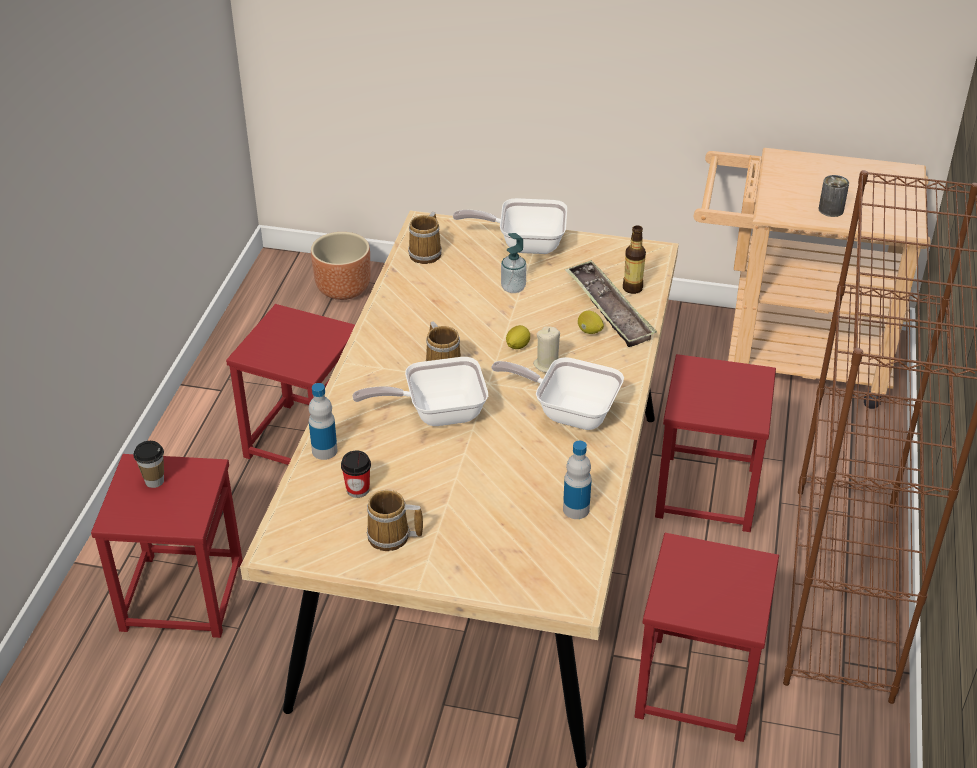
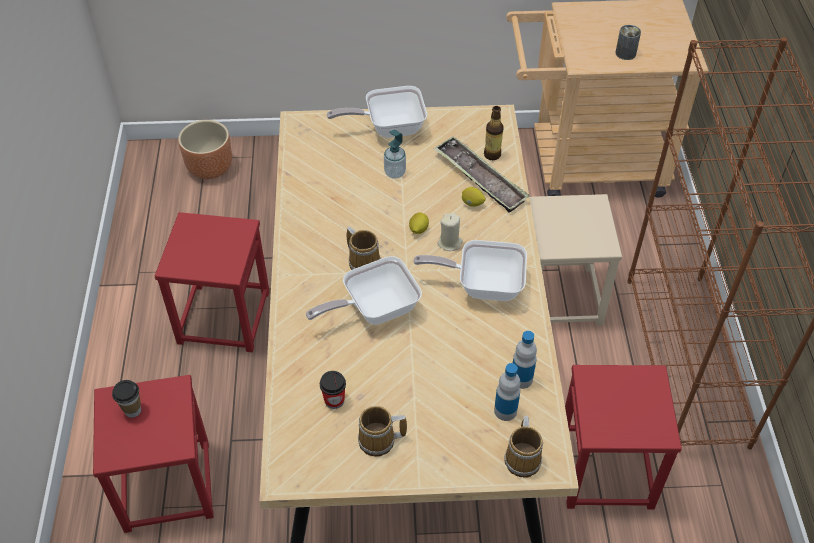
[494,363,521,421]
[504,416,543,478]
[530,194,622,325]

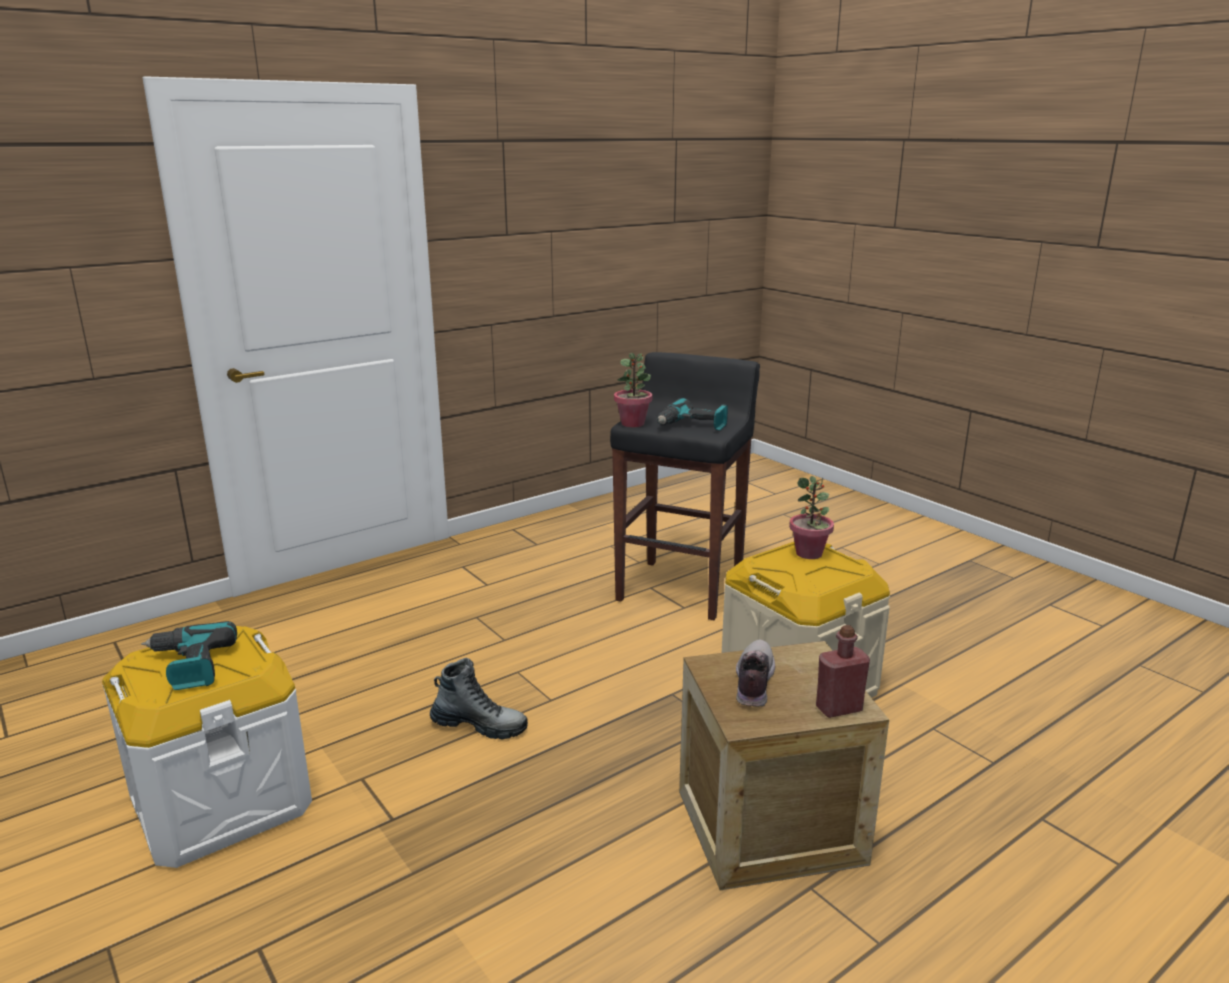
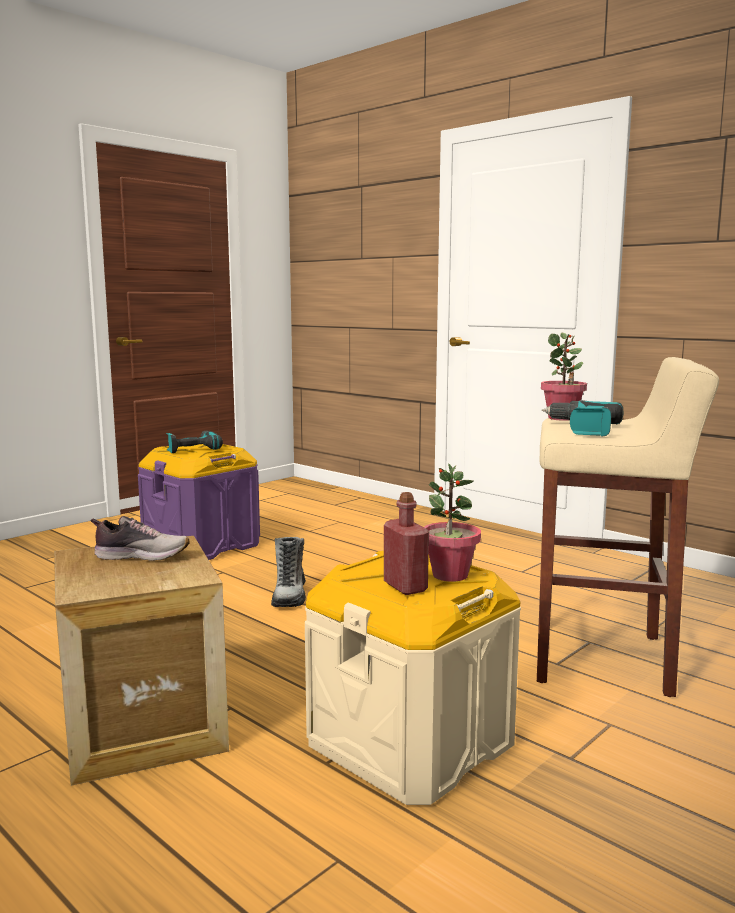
[384,492,429,595]
[138,444,260,560]
[537,357,719,697]

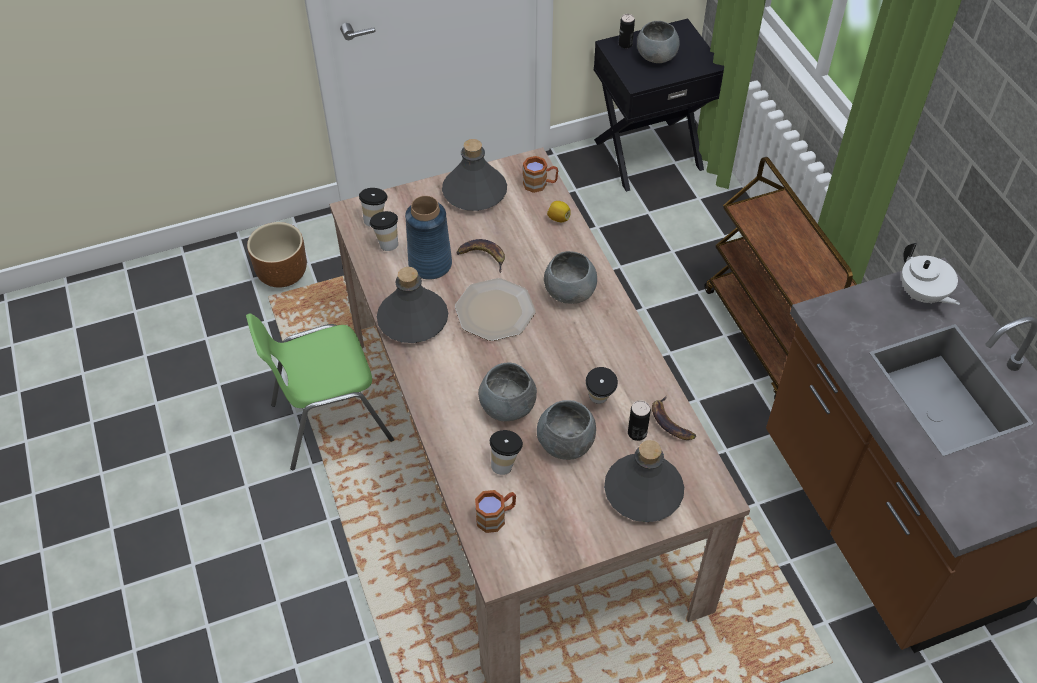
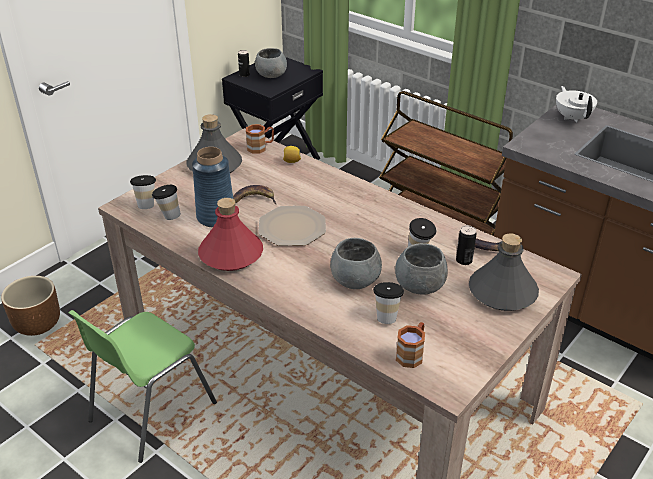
[544,251,597,304] (first image)
[198,198,263,271]
[556,86,597,123]

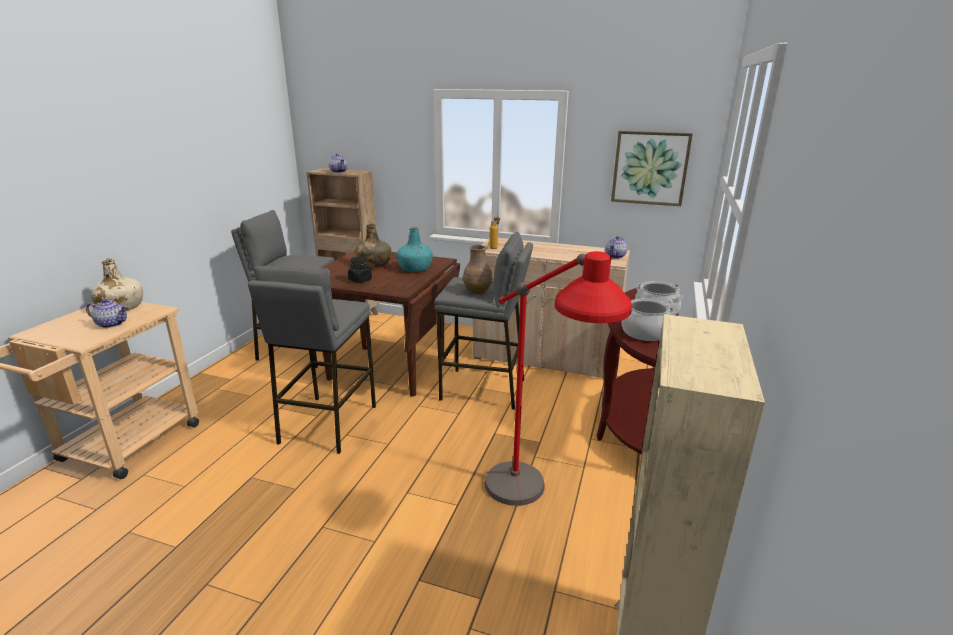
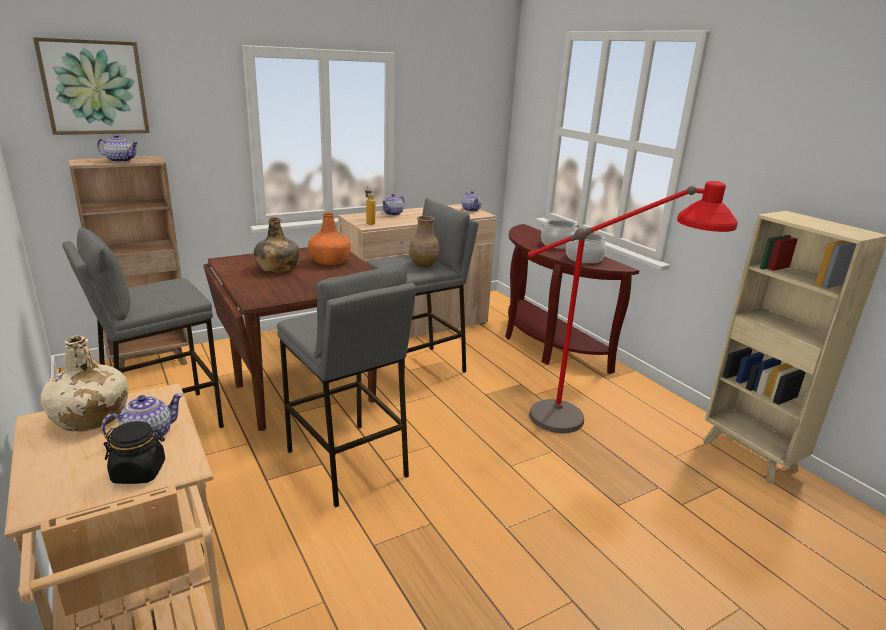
[382,194,405,216]
[103,421,165,484]
[33,37,150,135]
[308,212,351,265]

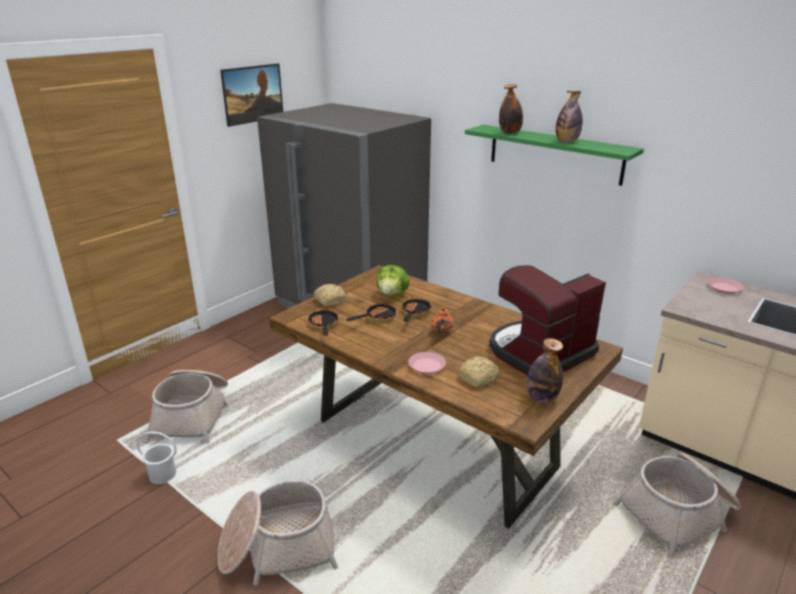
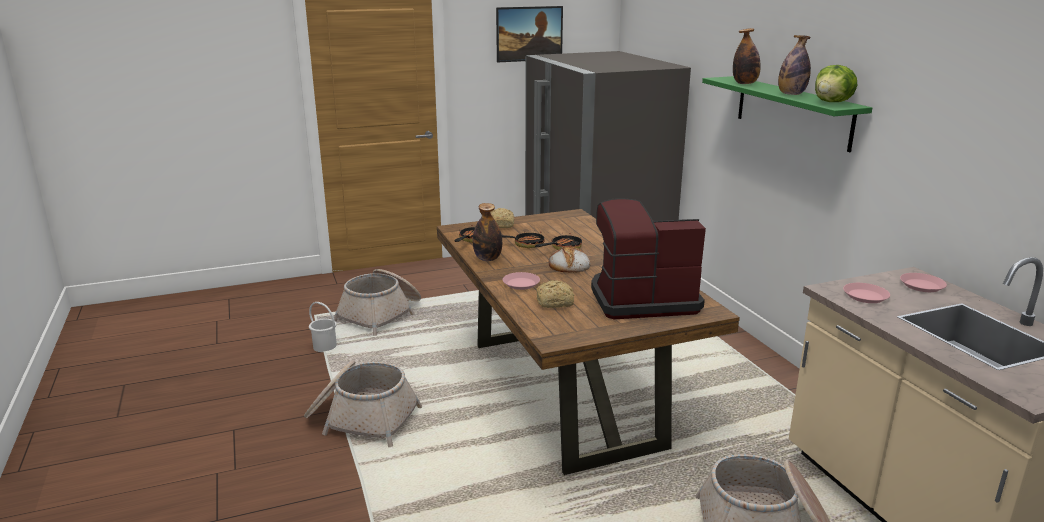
[843,283,890,303]
[815,65,857,102]
[473,203,502,261]
[549,246,591,273]

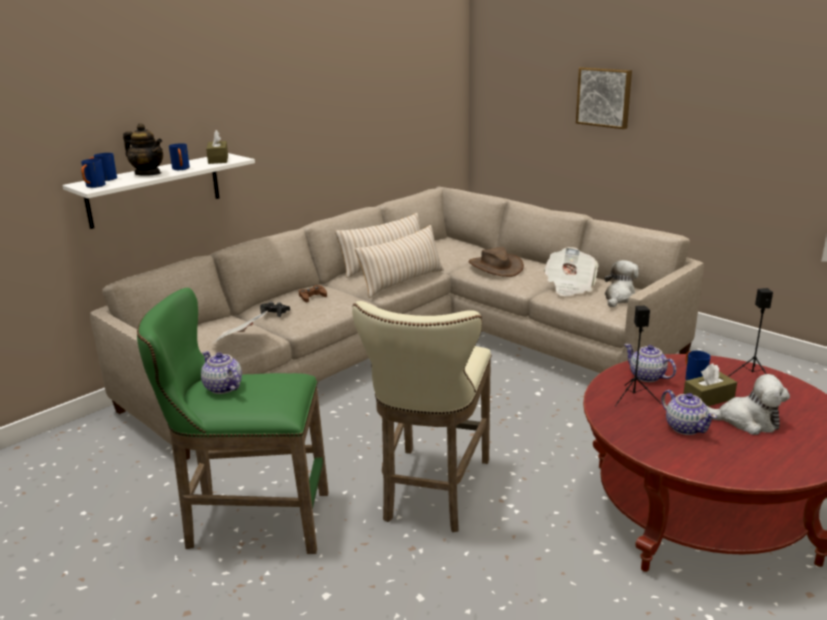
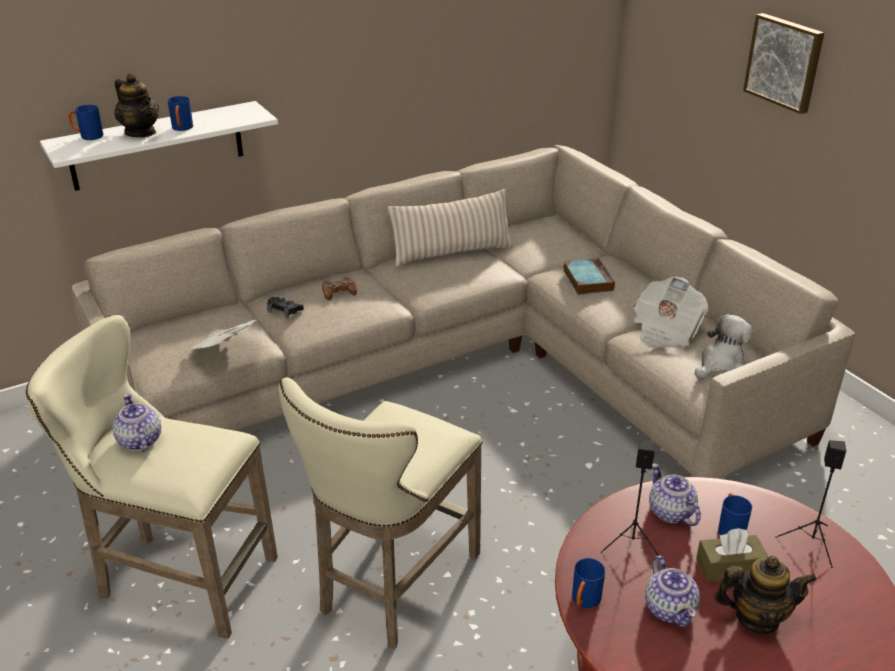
[206,130,228,164] (first image)
[355,225,444,298] (first image)
[572,558,605,608]
[563,258,615,295]
[714,556,817,634]
[26,315,278,639]

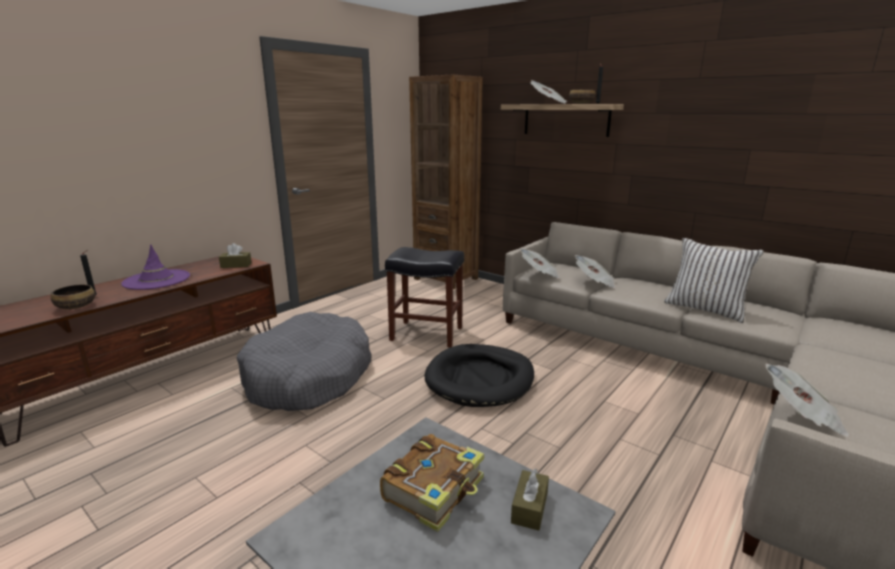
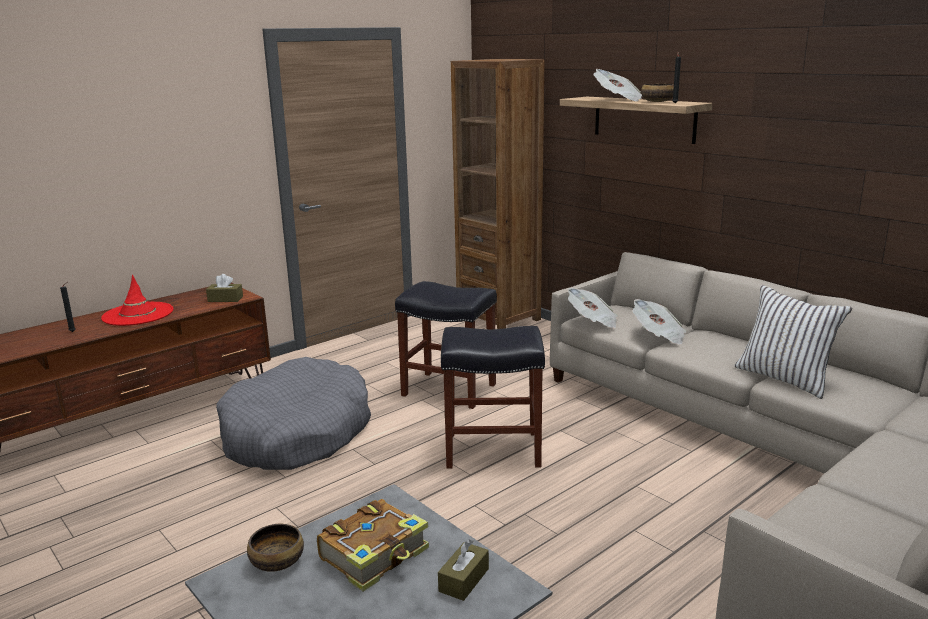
[765,363,850,438] (first image)
[247,524,304,572]
[441,326,545,468]
[101,275,174,326]

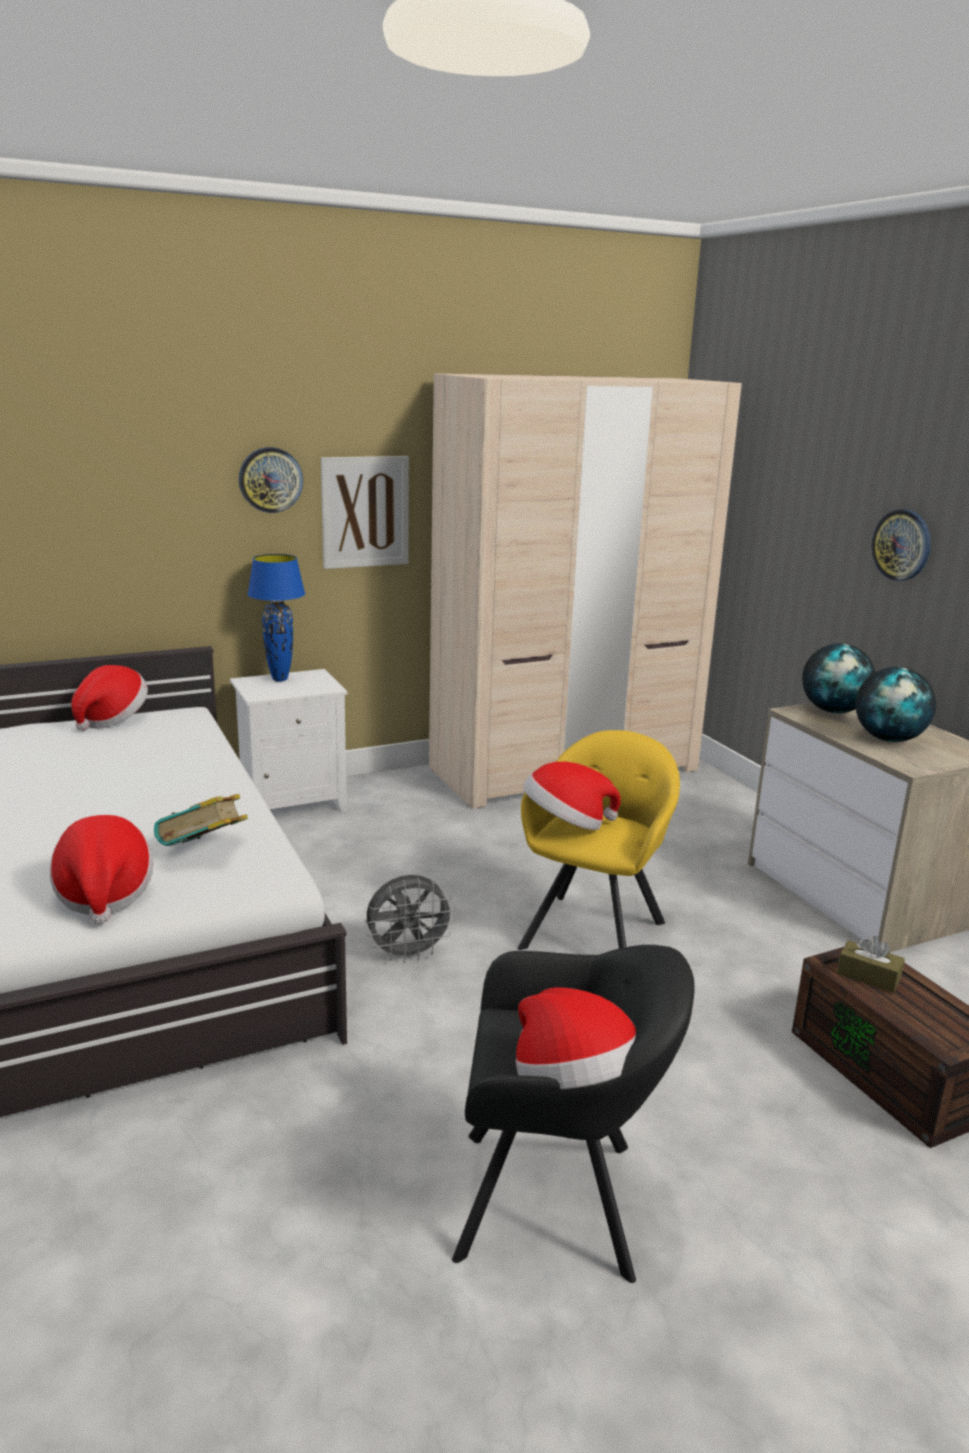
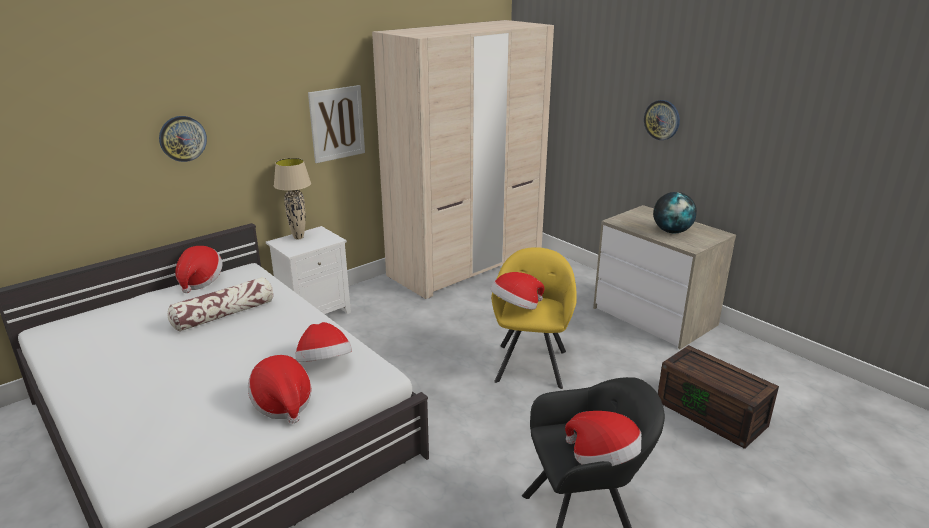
[365,875,456,963] (first image)
[802,643,875,713] (first image)
[837,936,905,993] (first image)
[168,277,273,332]
[159,116,207,162]
[296,322,352,362]
[274,158,311,239]

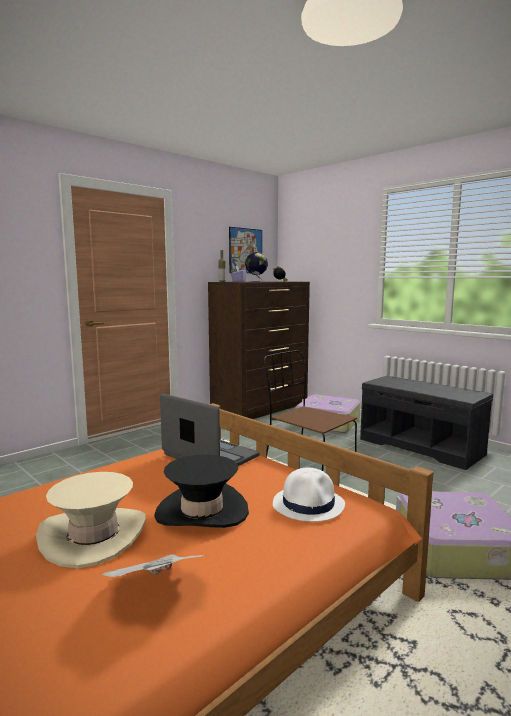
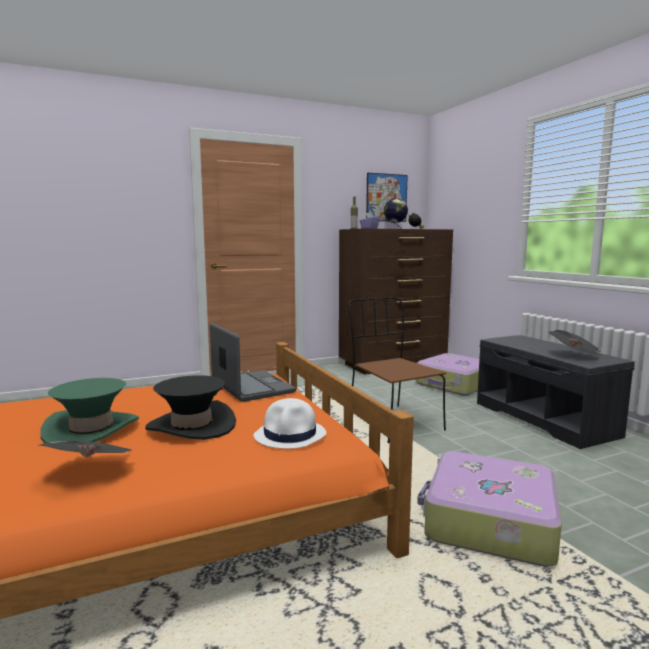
[548,330,601,355]
[41,378,139,443]

